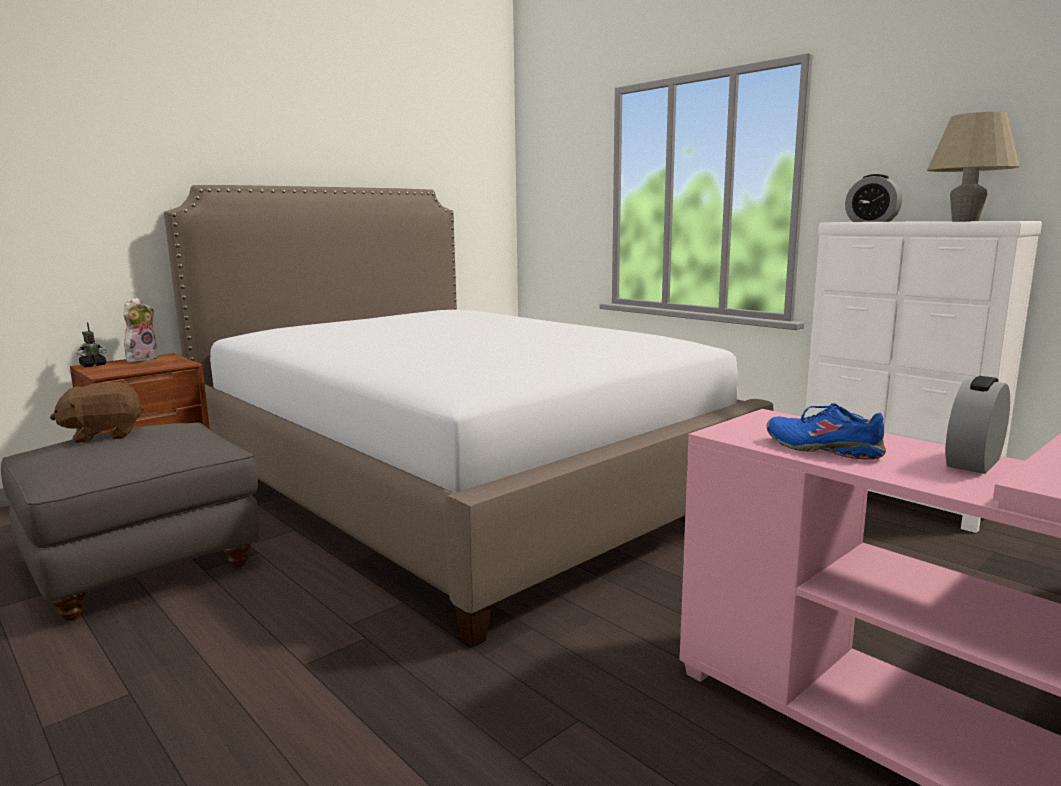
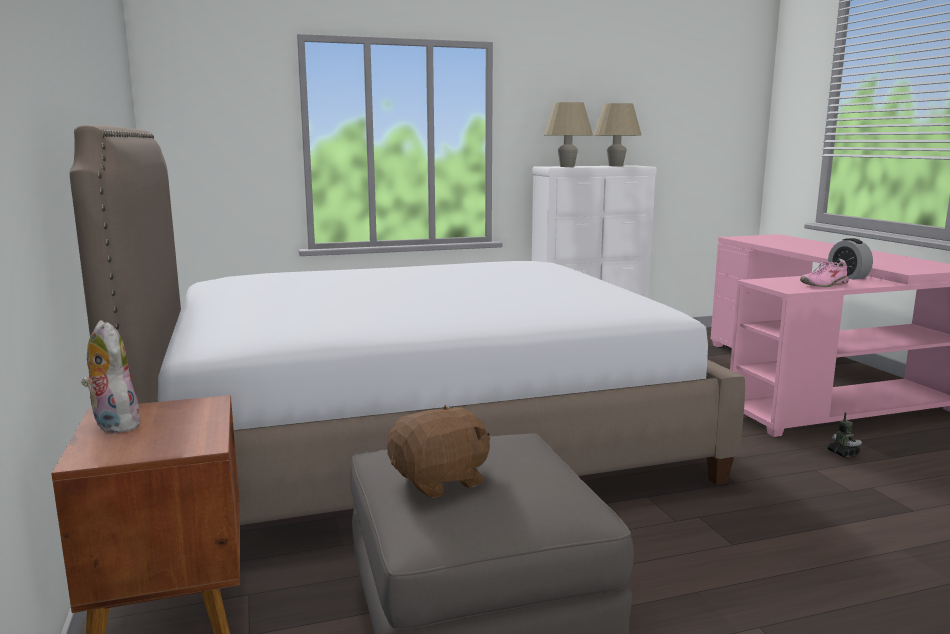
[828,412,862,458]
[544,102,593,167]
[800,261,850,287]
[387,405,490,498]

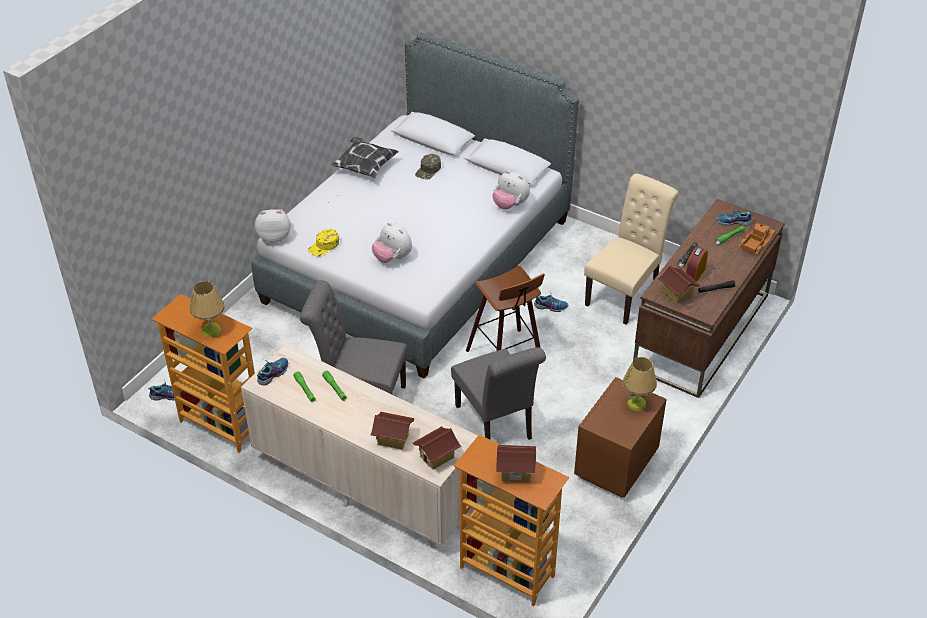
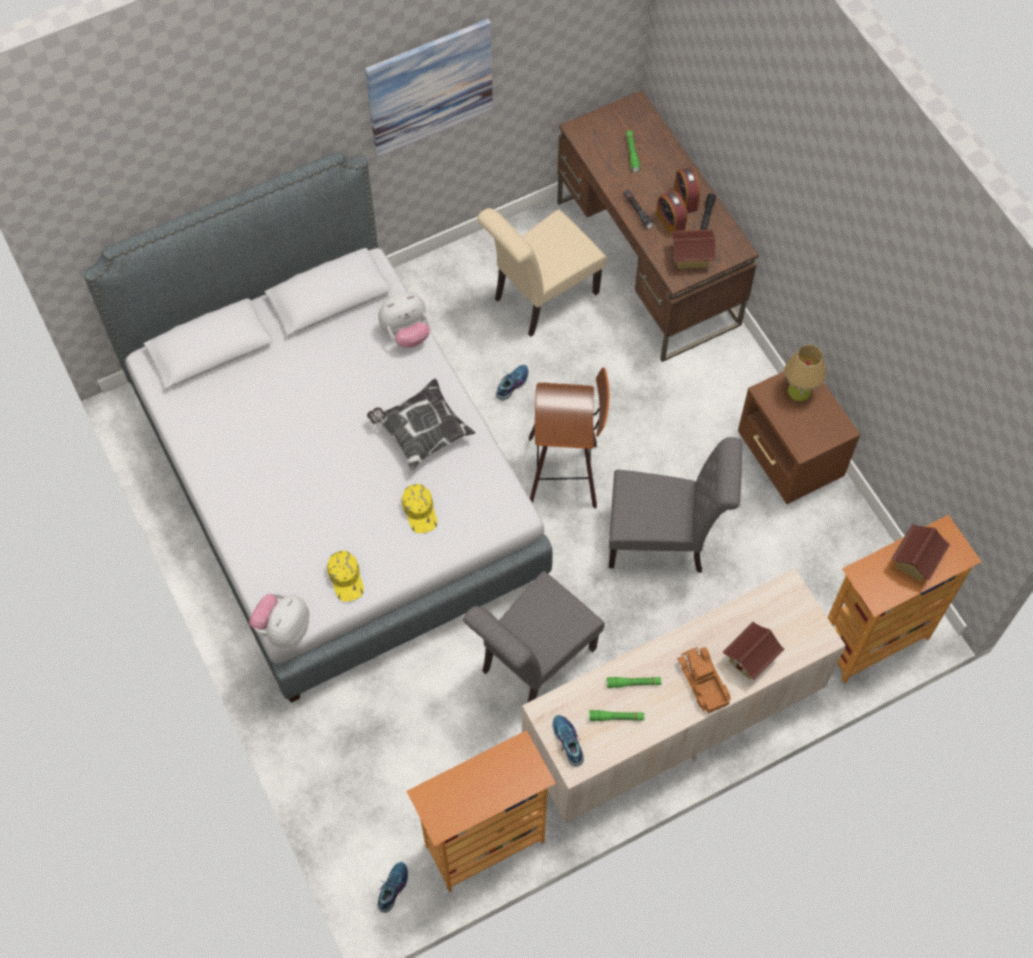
[190,281,225,337] (first image)
[413,426,461,470] (first image)
[415,154,441,180] (first image)
[716,210,753,226] (first image)
[365,19,493,158]
[674,167,700,213]
[367,378,476,470]
[677,647,731,713]
[402,484,438,533]
[477,208,607,337]

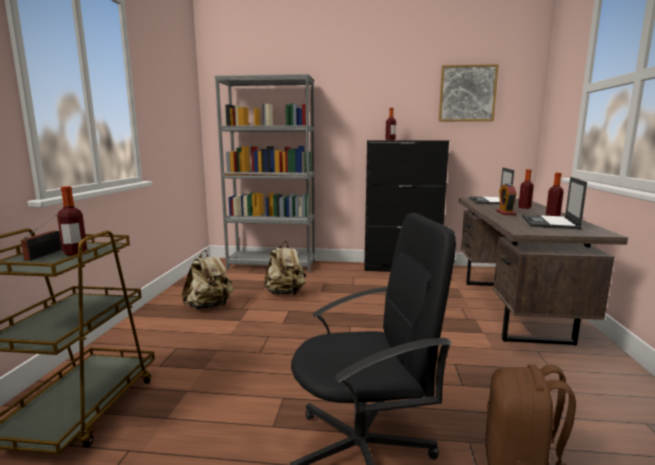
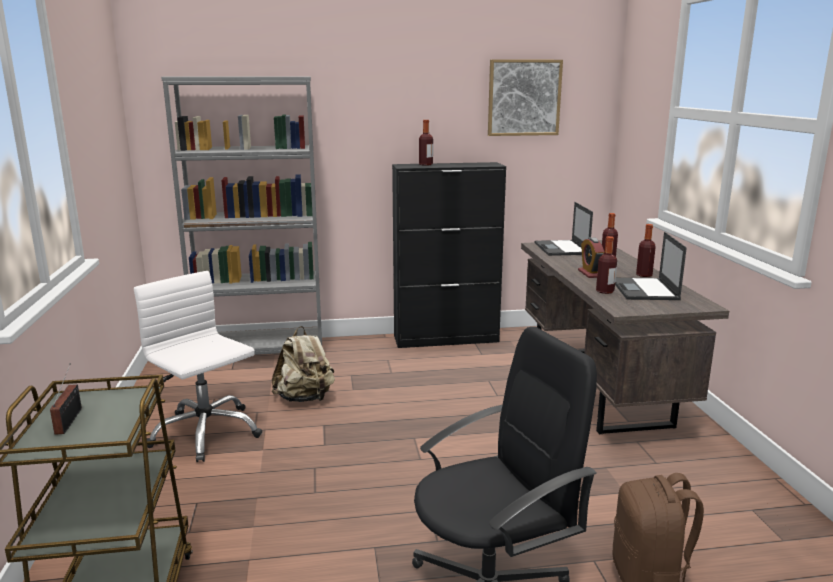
[596,236,617,294]
[134,271,263,462]

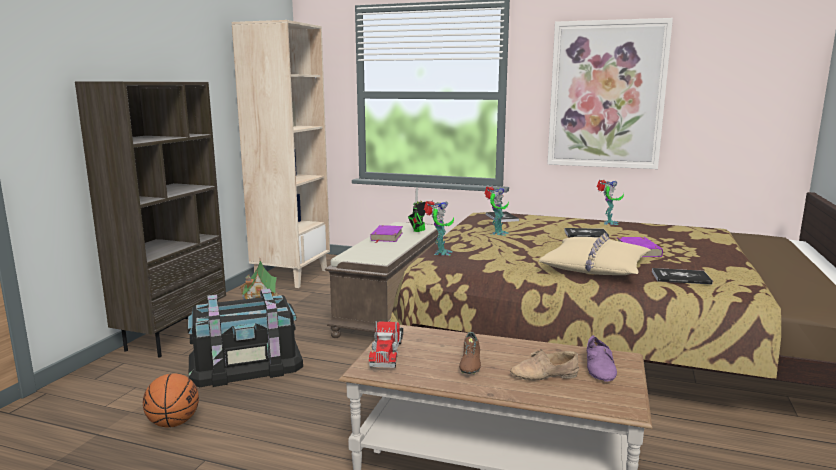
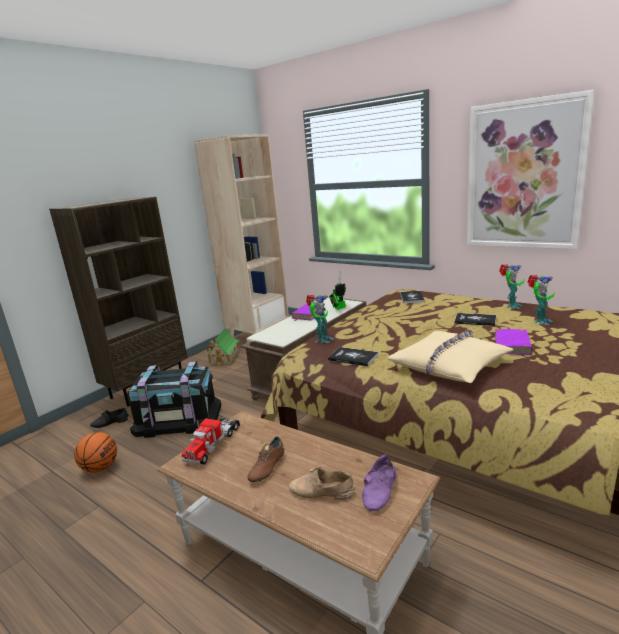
[90,408,129,428]
[528,275,555,325]
[328,347,378,366]

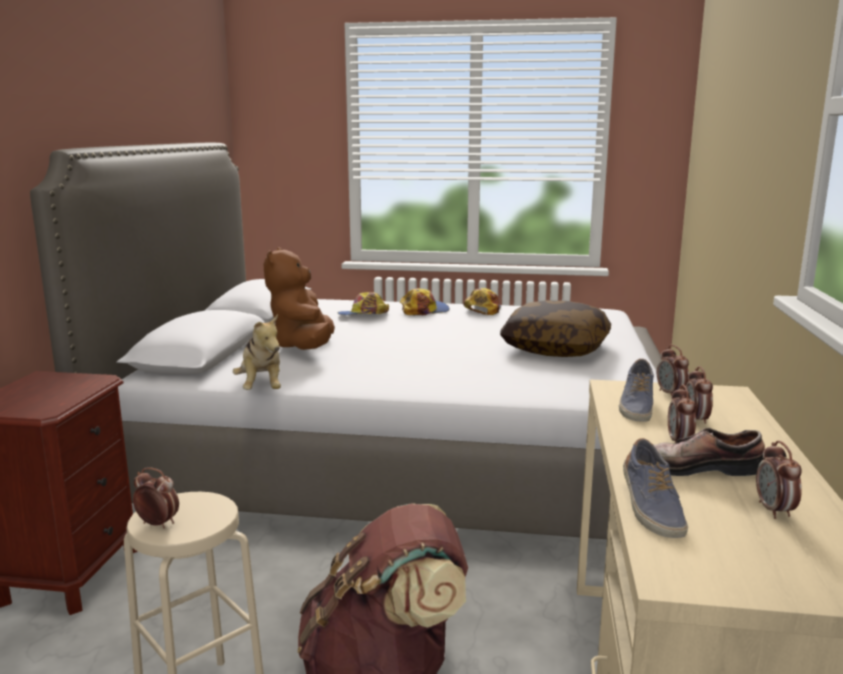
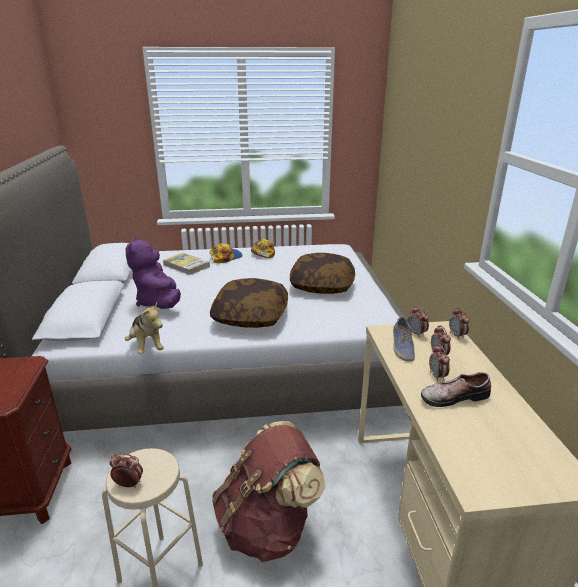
[623,438,688,538] (first image)
[210,278,288,328]
[449,307,469,339]
[163,253,210,275]
[125,237,181,309]

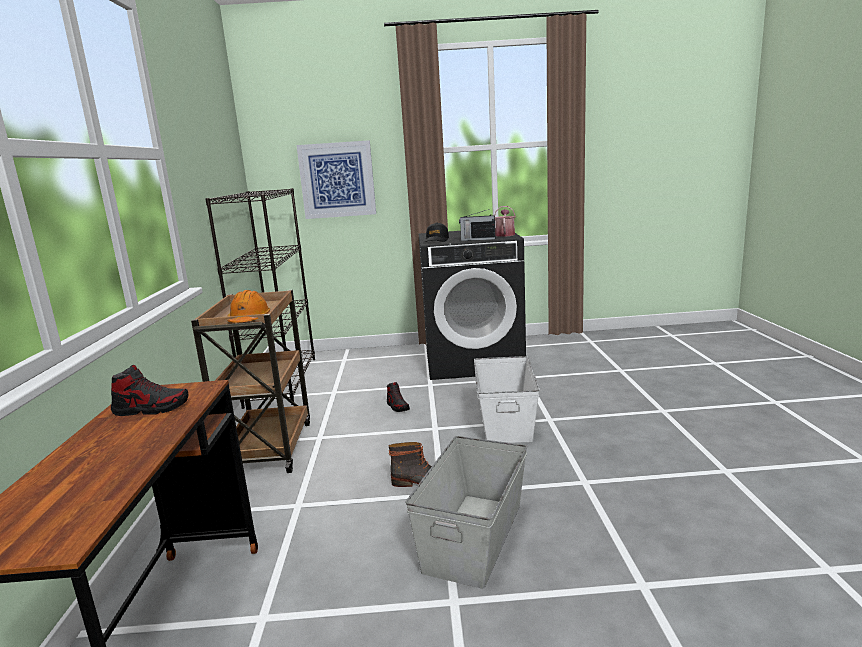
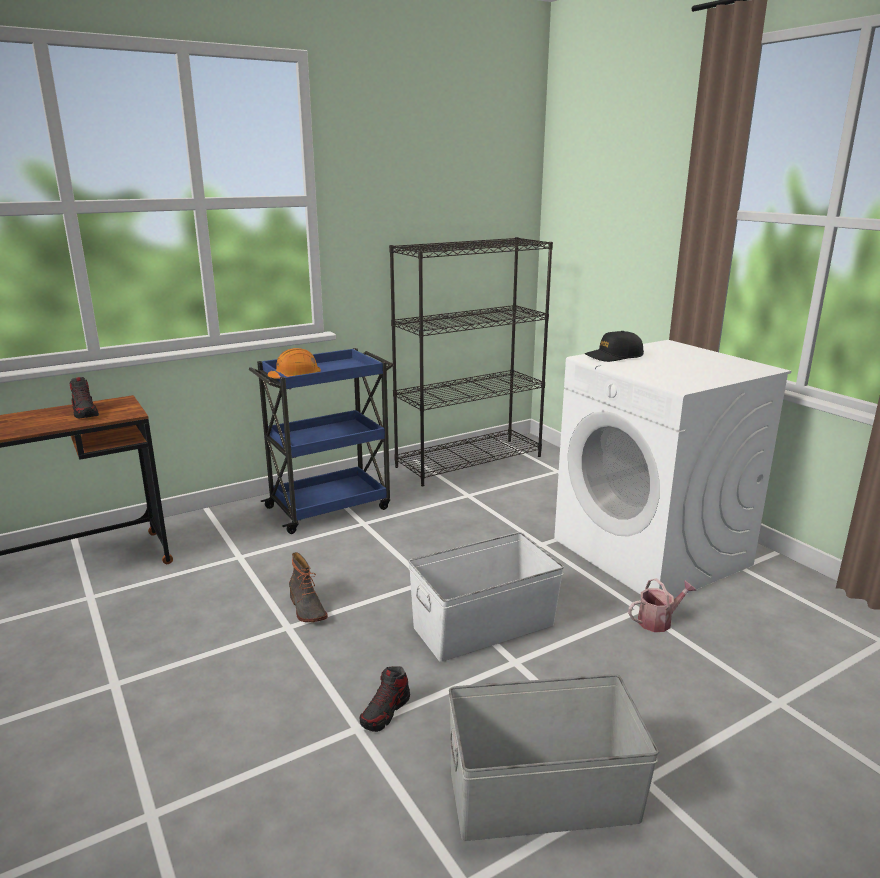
[296,140,376,219] (first image)
[459,209,495,241] (first image)
[360,666,410,732]
[449,674,659,841]
[628,578,697,632]
[249,348,394,534]
[554,340,791,599]

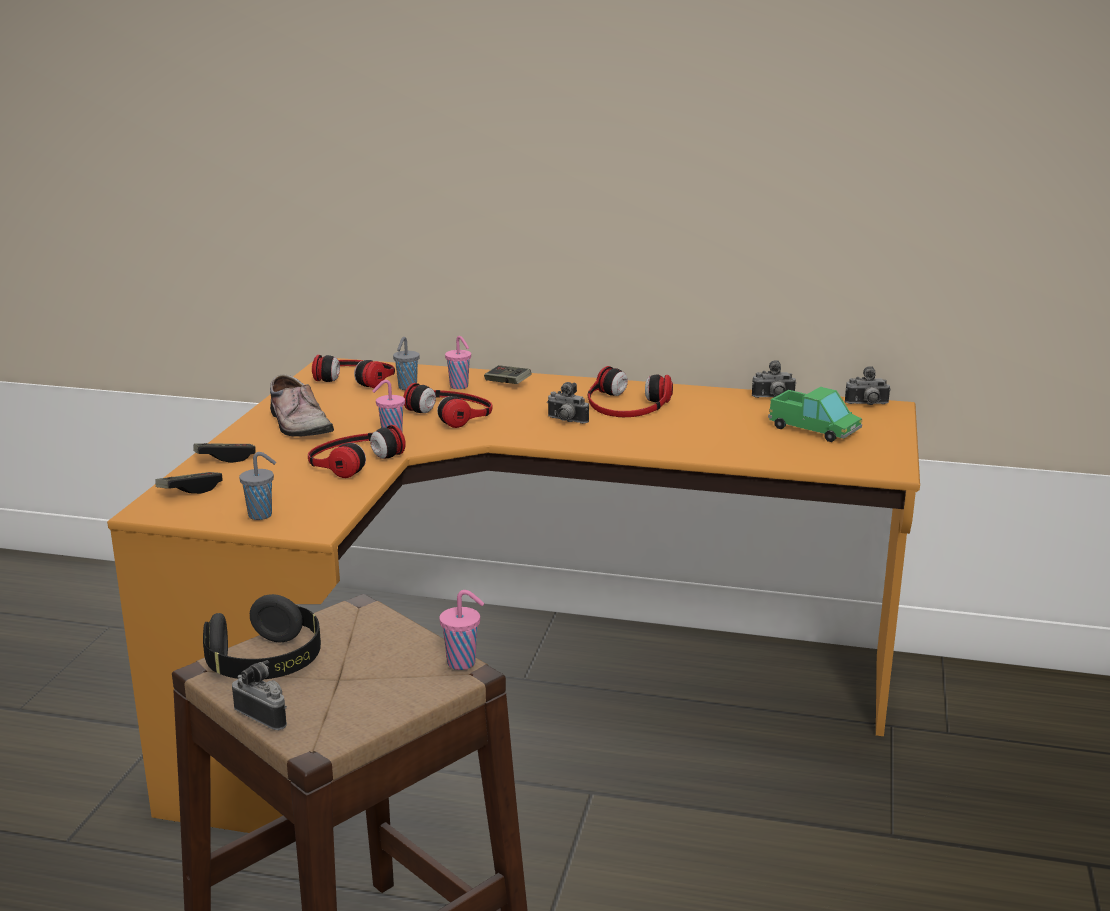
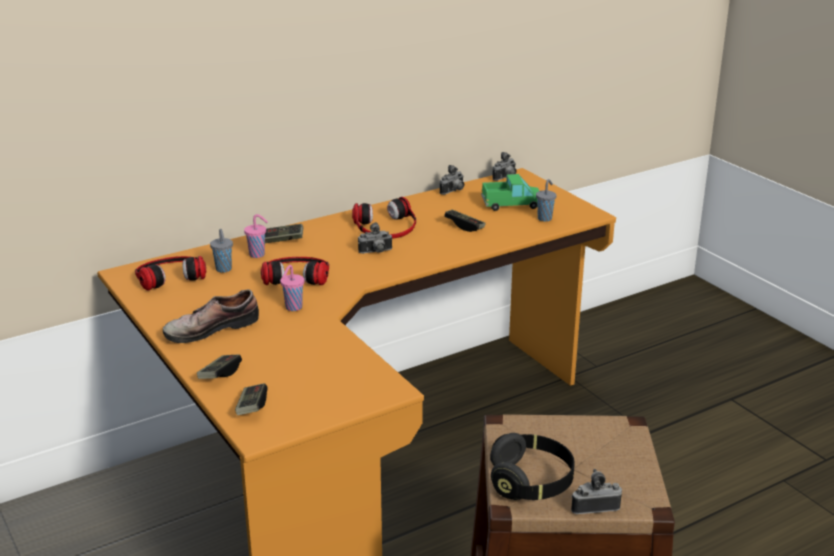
[308,425,406,478] (first image)
[439,590,484,670] (first image)
[444,210,486,232]
[536,179,556,222]
[163,289,259,343]

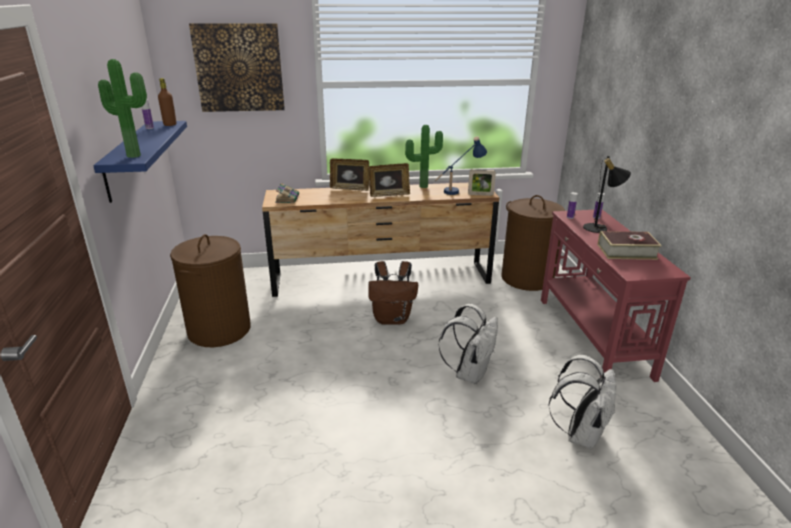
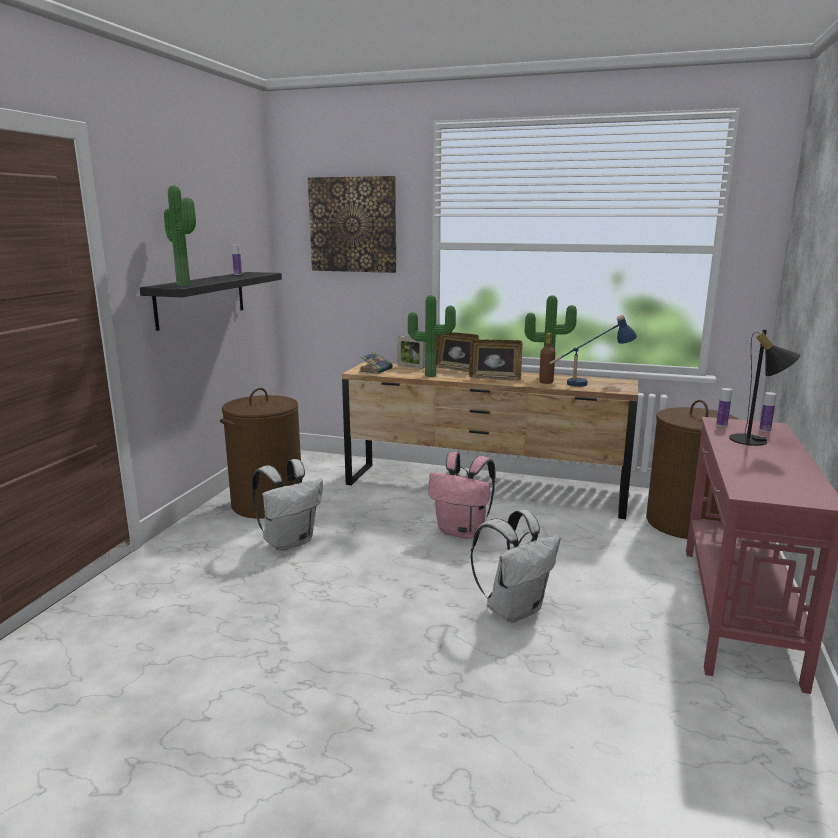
[598,231,662,260] (first image)
[408,295,456,377]
[539,333,556,384]
[397,336,425,369]
[252,459,323,551]
[140,272,282,331]
[428,452,496,539]

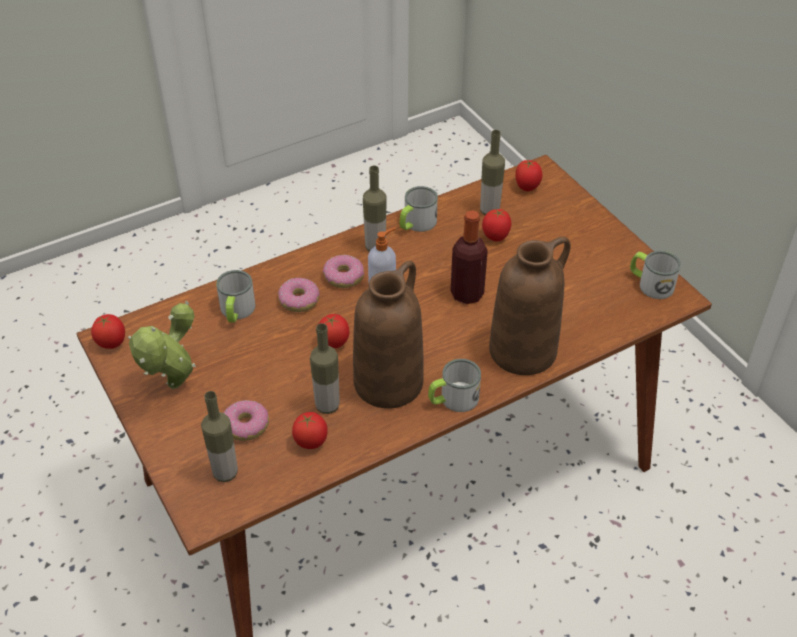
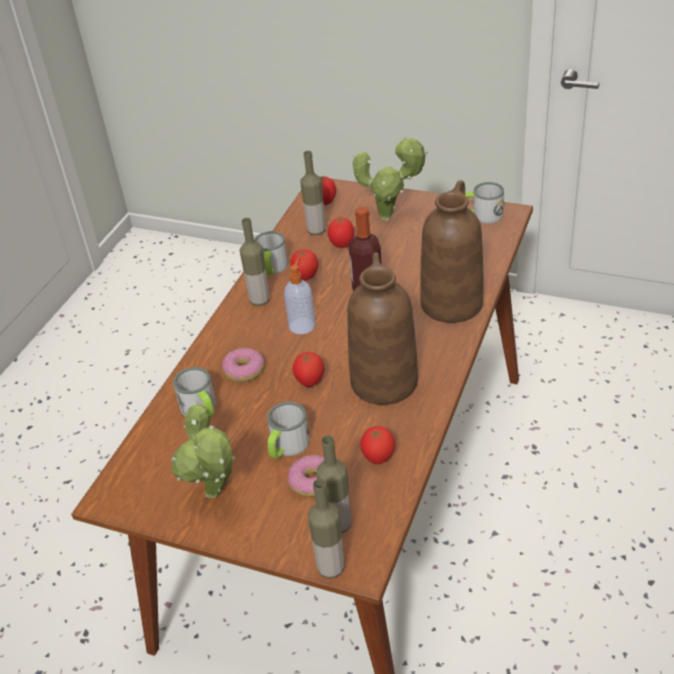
[323,255,364,288] (first image)
[353,136,428,220]
[290,249,318,281]
[308,479,344,579]
[267,402,310,459]

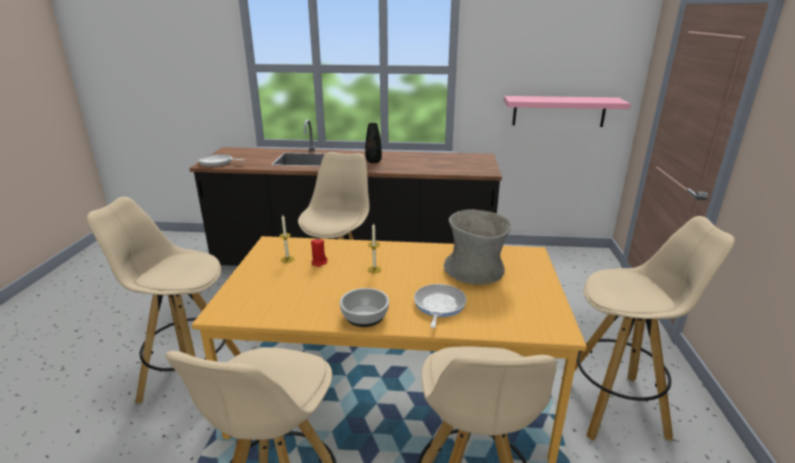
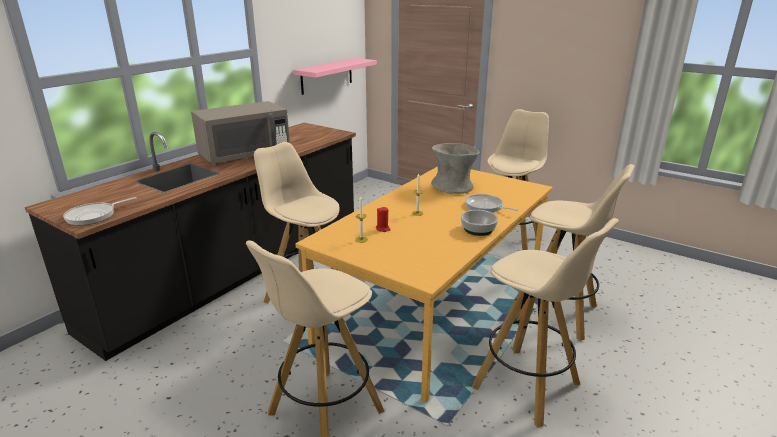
[191,101,290,164]

